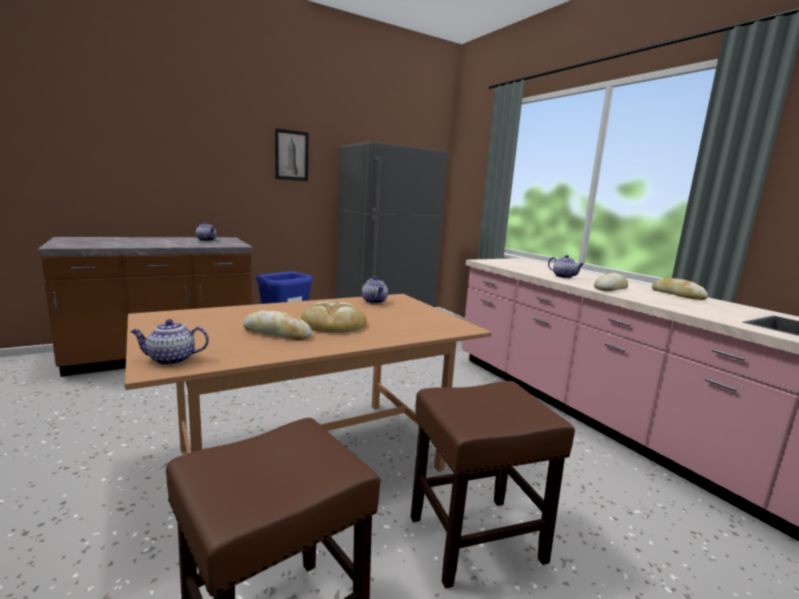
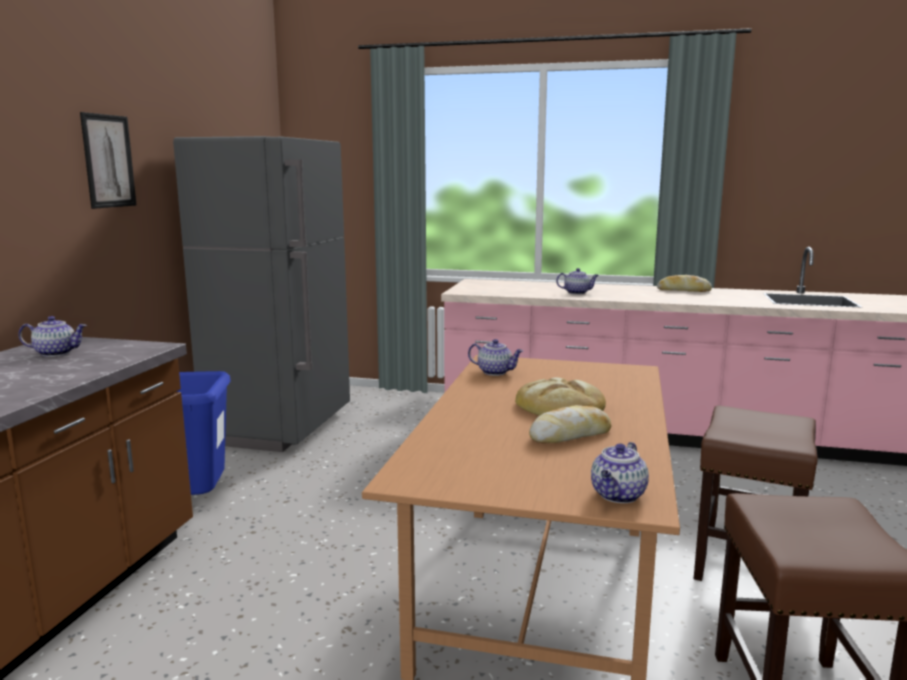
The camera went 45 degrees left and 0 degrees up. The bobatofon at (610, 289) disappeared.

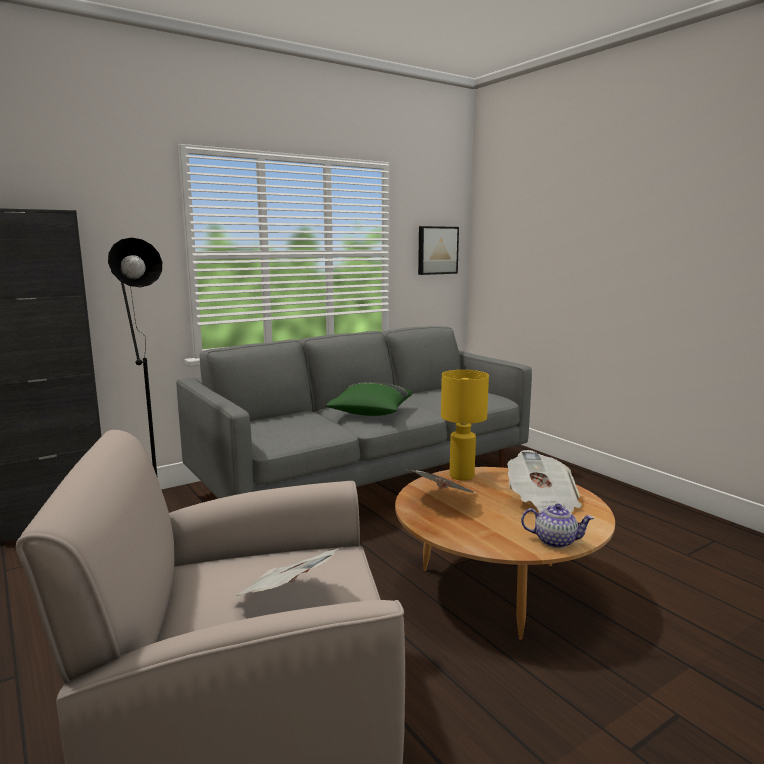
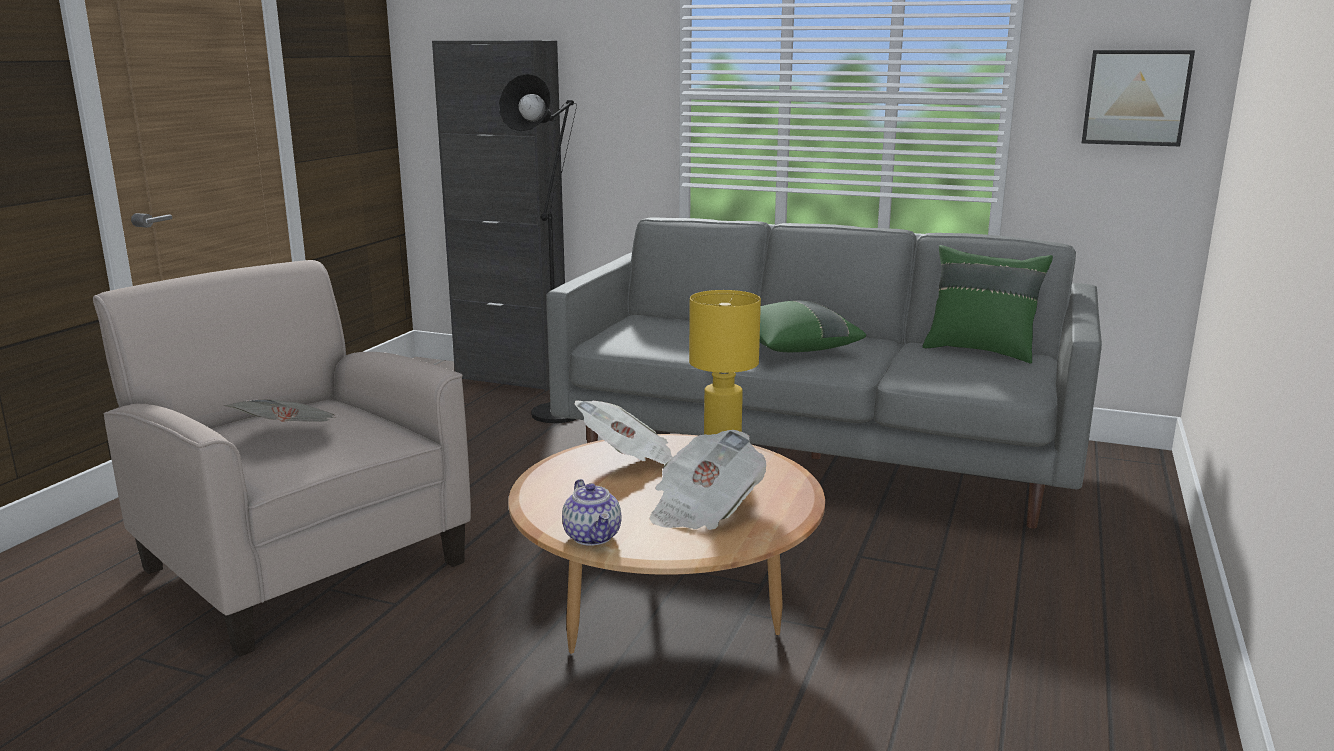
The camera went 55 degrees right and 5 degrees up. The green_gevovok at (980, 350) appeared.

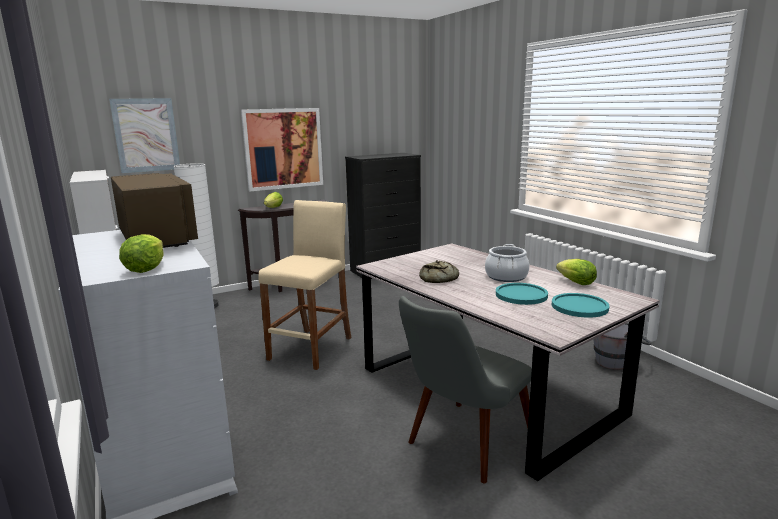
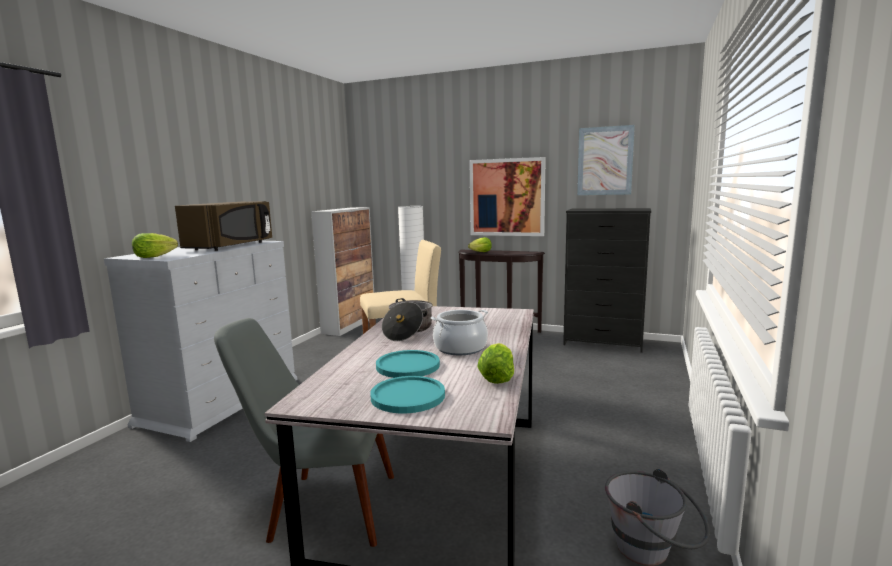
The camera went 50 degrees right and 5 degrees down. The bobatofon at (439, 278) was replaced by the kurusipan at (408, 331). The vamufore moved from (146, 135) to (605, 161).

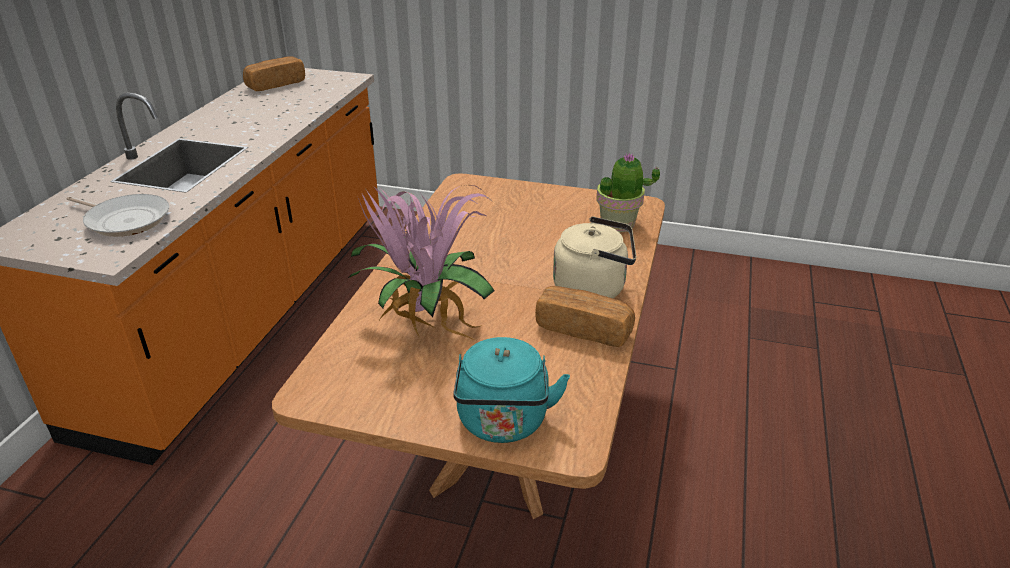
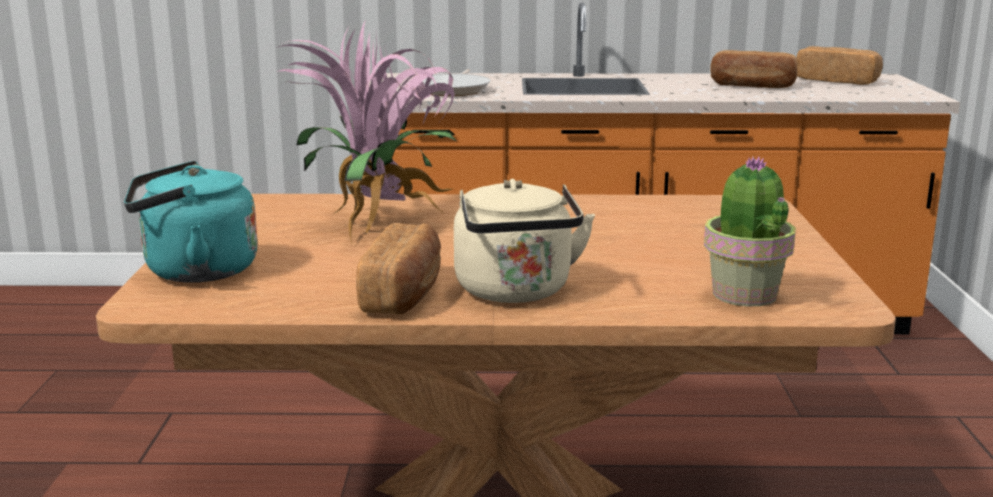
The camera went 75 degrees right and 15 degrees down. The bobatofon at (752, 86) appeared.

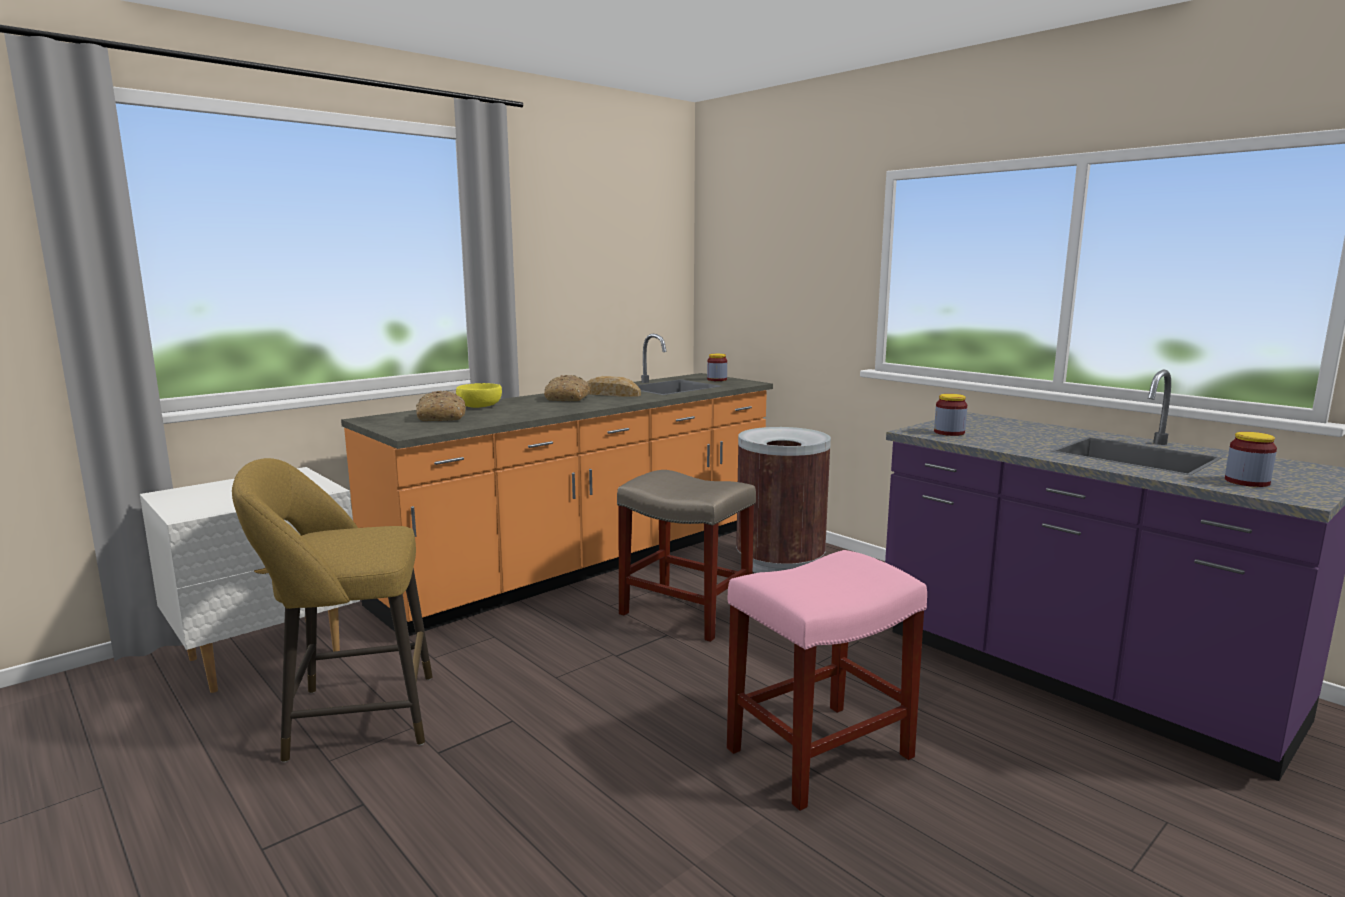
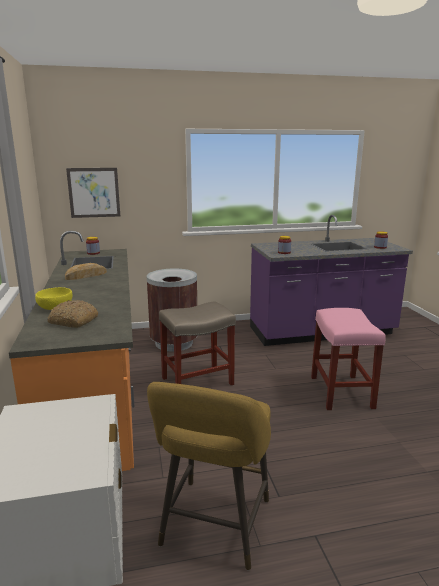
The camera went 60 degrees left and 5 degrees up. The vamufore at (94, 192) appeared. The bobatofon at (567, 398) disappeared.

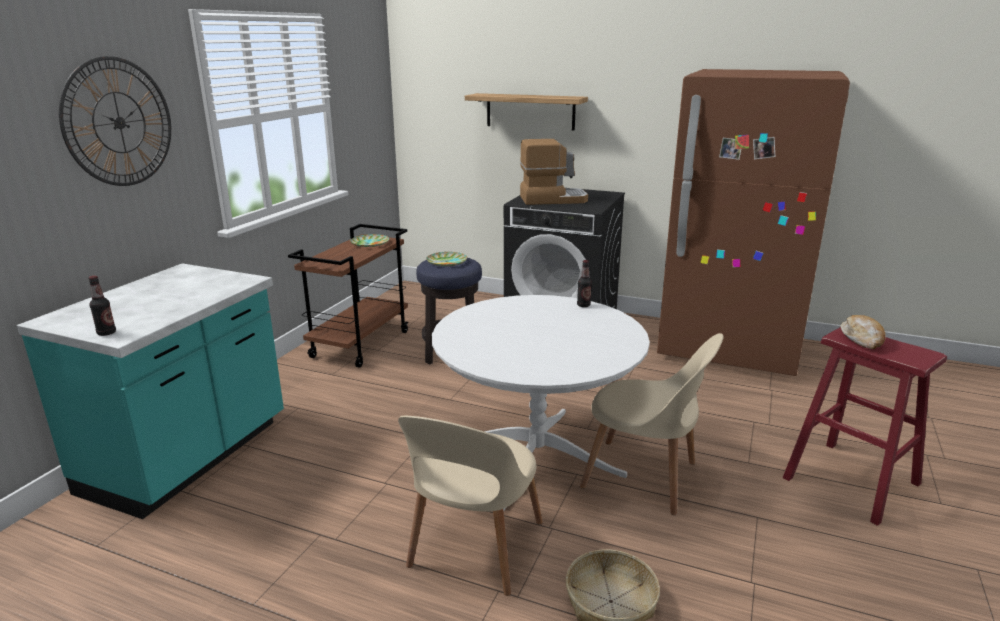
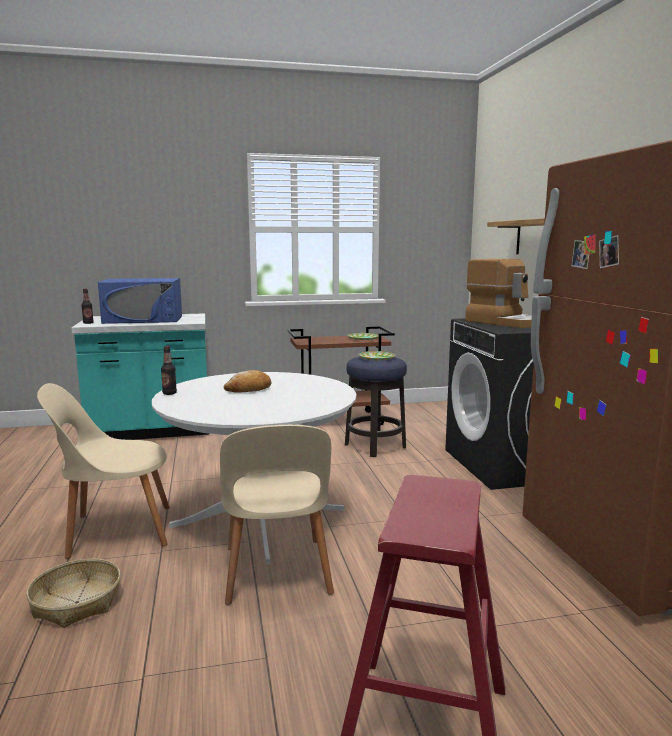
The camera went 55 degrees right and 10 degrees down. The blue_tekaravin at (143, 319) appeared. The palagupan moved from (583, 305) to (169, 393). The bobatofon moved from (862, 339) to (249, 389). The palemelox at (119, 122) disappeared.

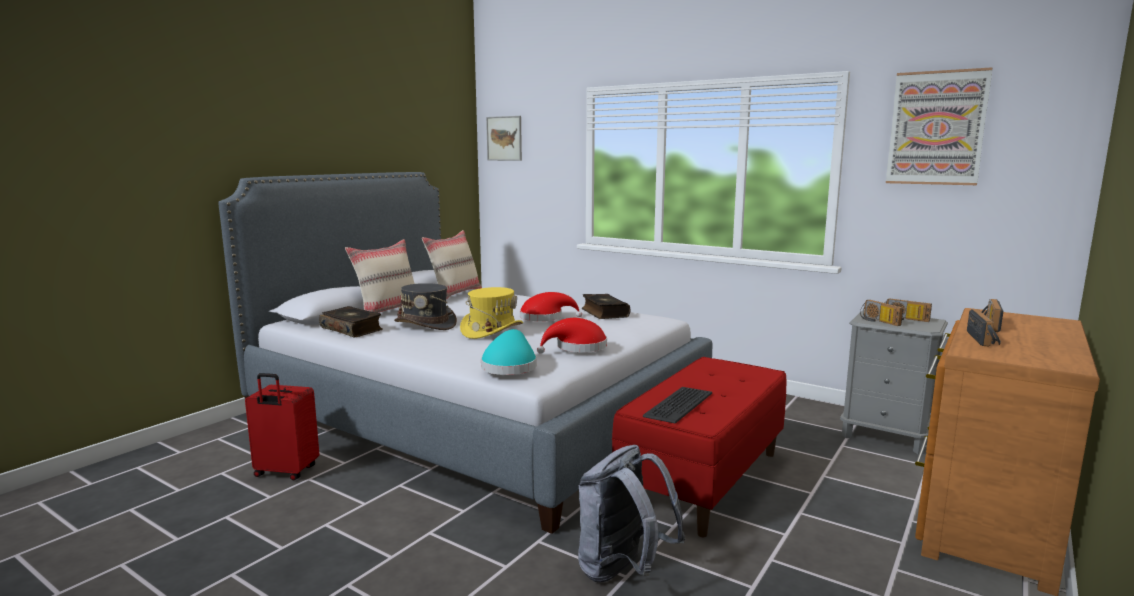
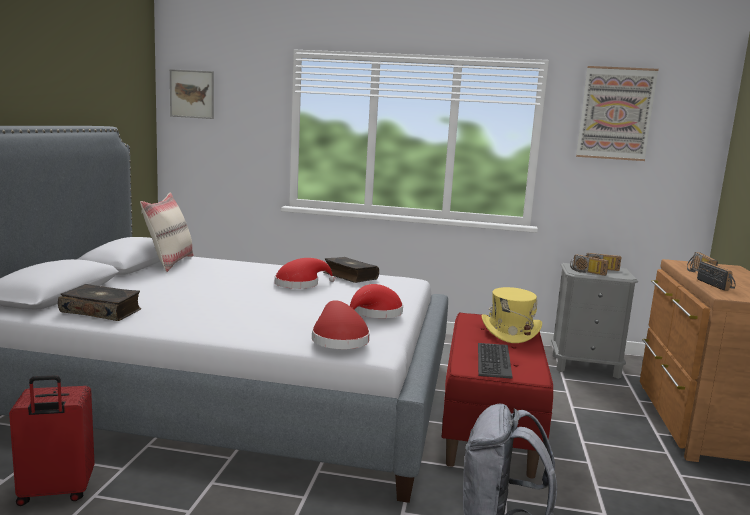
The camera went 25 degrees left and 0 degrees up. The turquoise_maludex at (509, 366) became the red_maludex at (338, 339). The yellow_maludex moved from (491, 330) to (510, 332). The beige_gevovok at (388, 310) disappeared. The grey_maludex at (426, 324) disappeared.

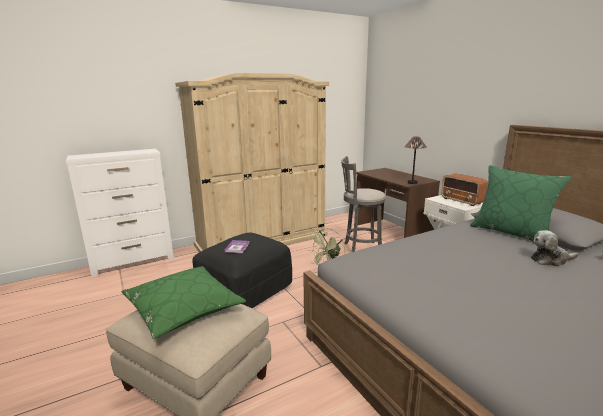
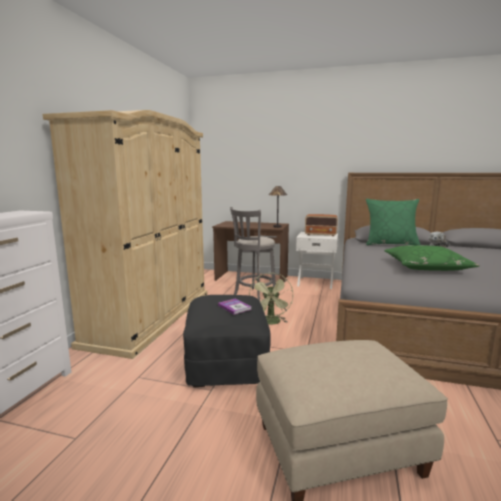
The camera went 45 degrees left and 5 degrees down. The green_gevovok moved from (184, 308) to (426, 267).

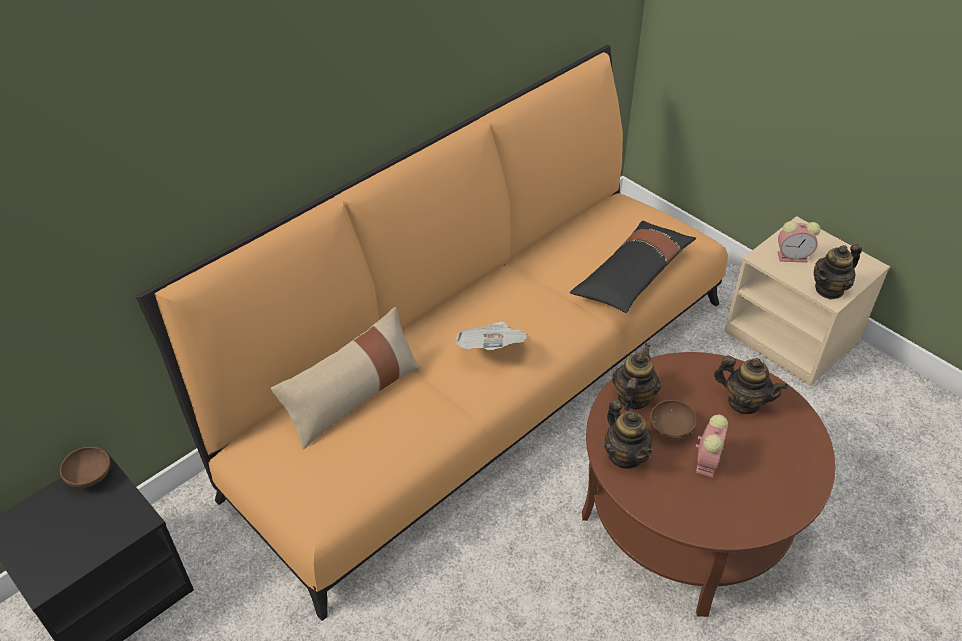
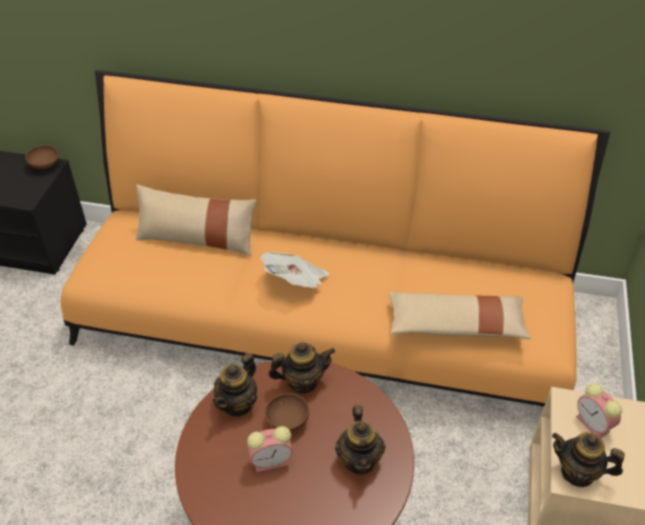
The camera went 55 degrees right and 0 degrees up. The black_gevovok at (632, 276) became the beige_gevovok at (456, 325).

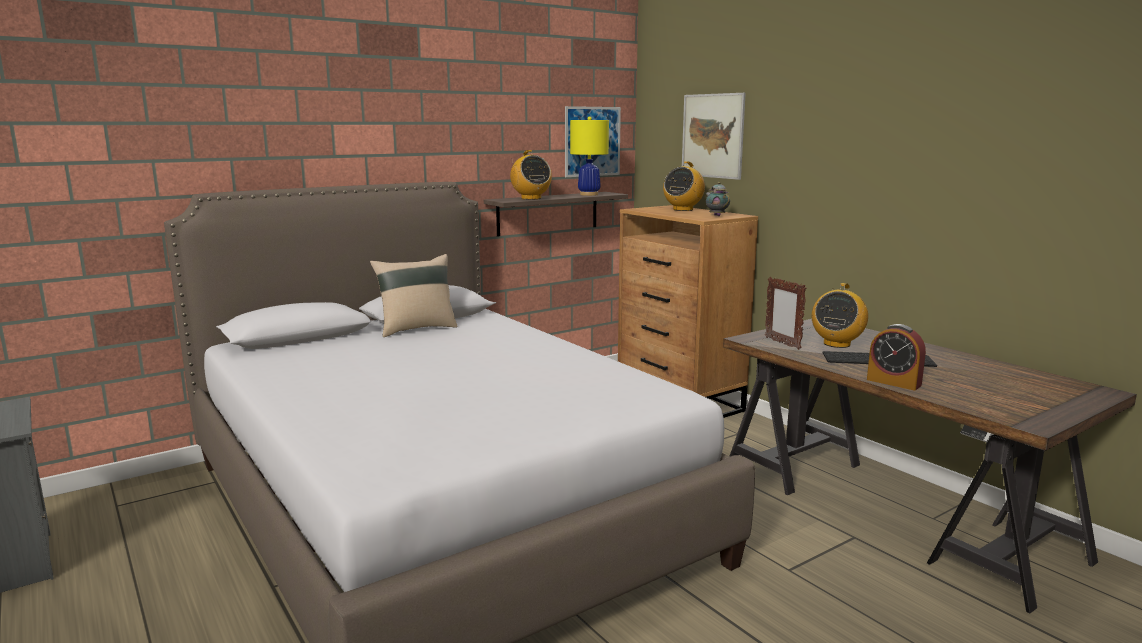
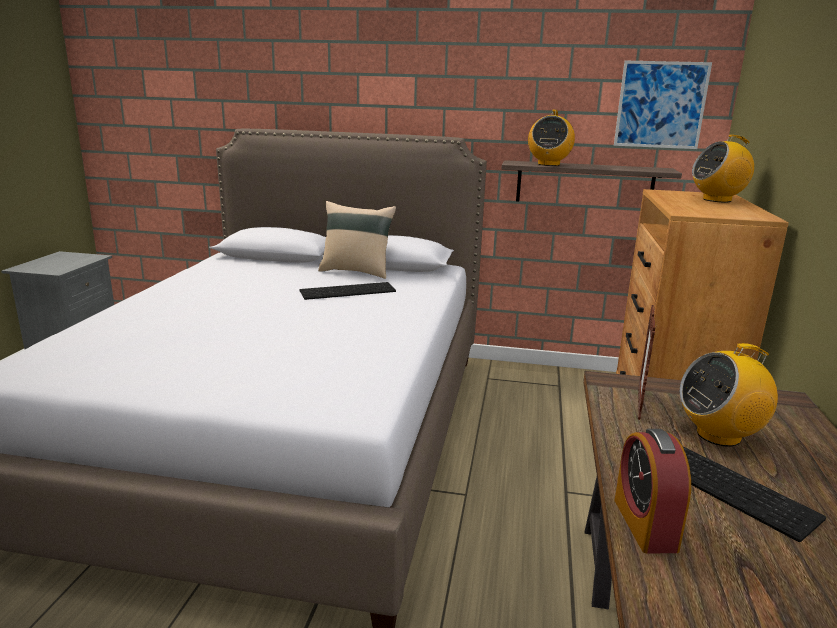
The camera went 45 degrees right and 5 degrees up. The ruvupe at (348, 290) appeared. The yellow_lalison at (589, 194) disappeared. The vamufore at (712, 136) disappeared. The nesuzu at (716, 215) disappeared.

